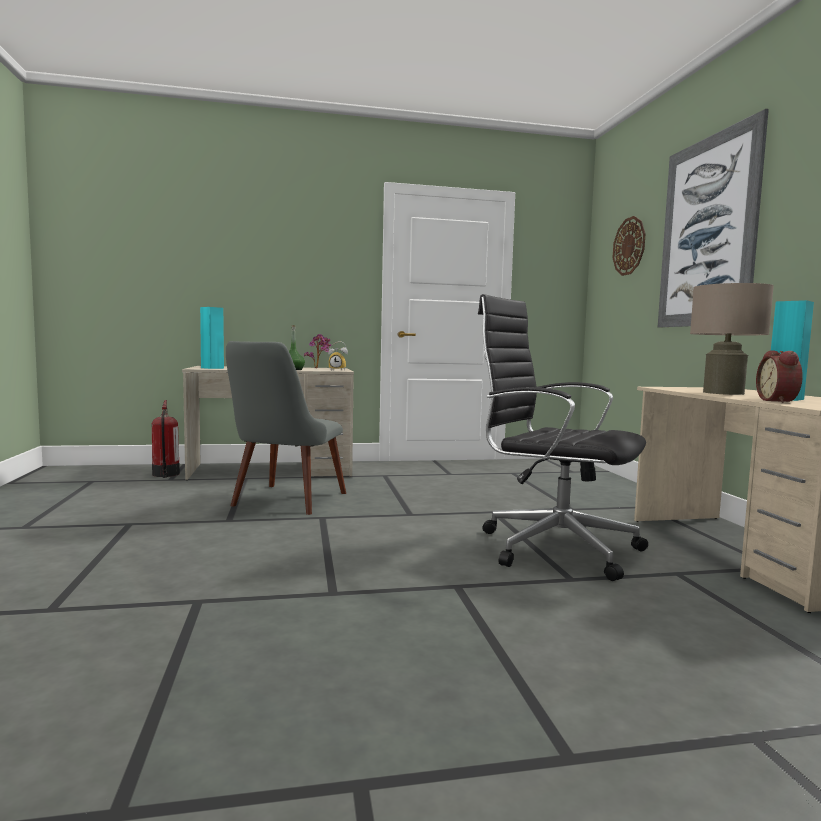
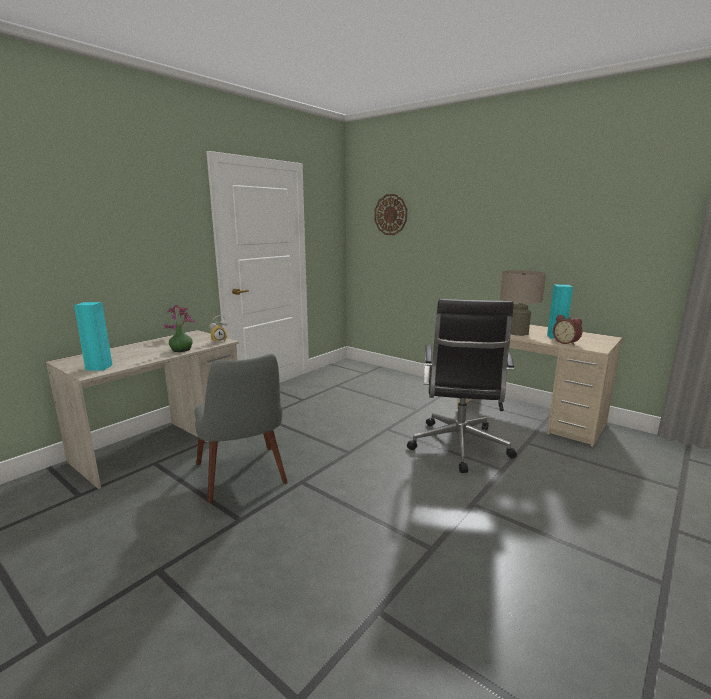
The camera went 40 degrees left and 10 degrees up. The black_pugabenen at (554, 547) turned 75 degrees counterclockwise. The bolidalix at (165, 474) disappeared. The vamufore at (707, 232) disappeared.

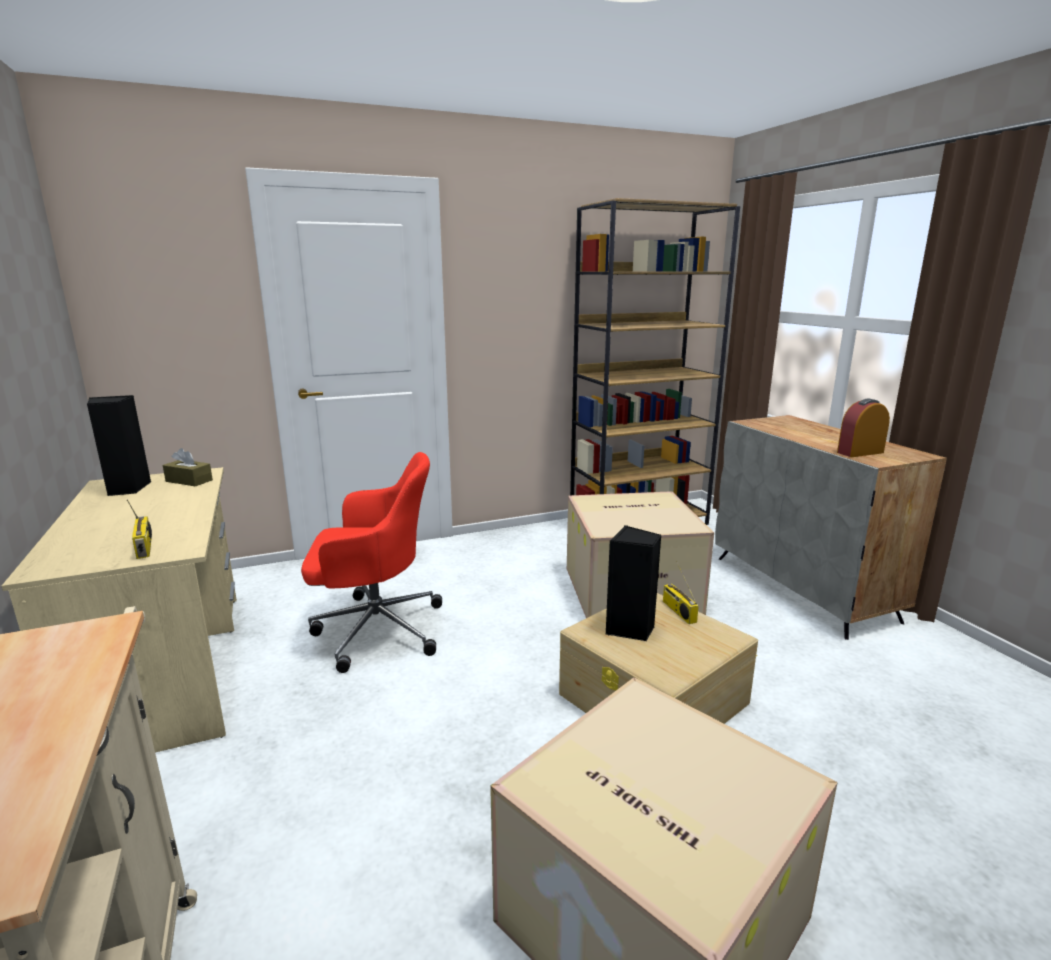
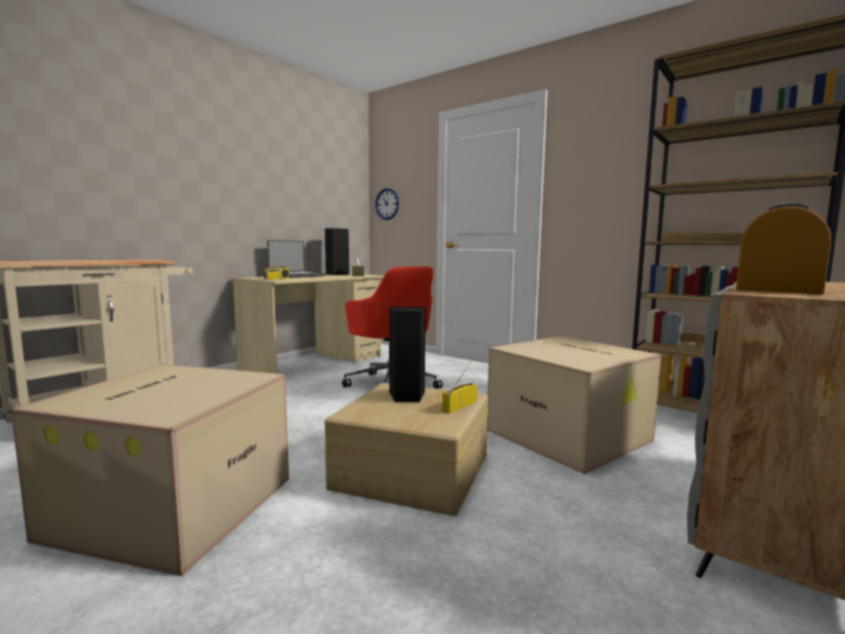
The camera went 60 degrees right and 10 degrees down. The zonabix at (296, 276) appeared. The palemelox at (387, 204) appeared.

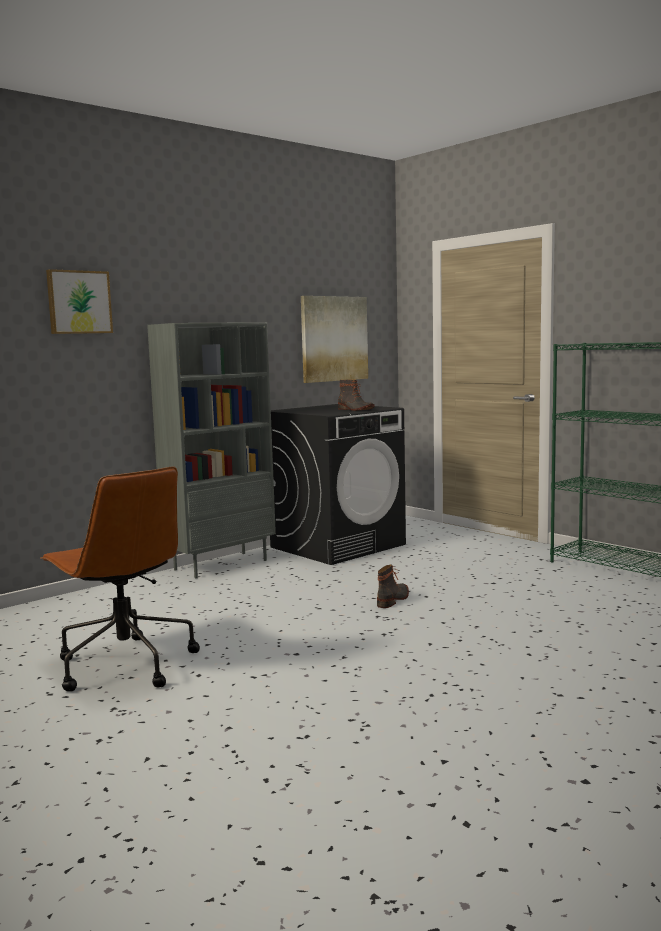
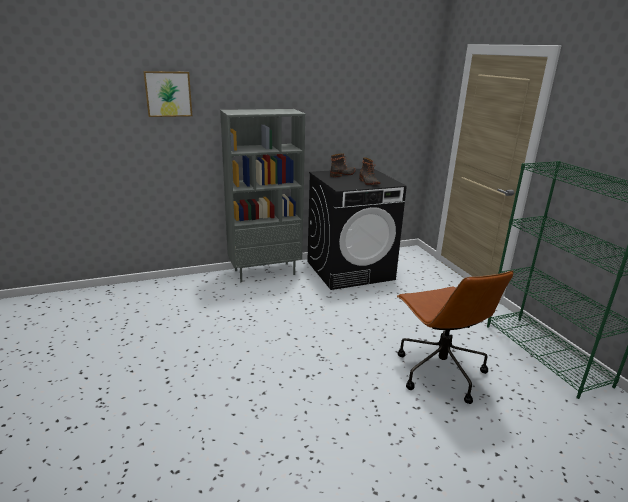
The camera went 20 degrees right and 15 degrees up. The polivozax moved from (393, 599) to (343, 174). The brown_pugabenen moved from (124, 664) to (439, 371). The vamufore at (334, 339) disappeared.

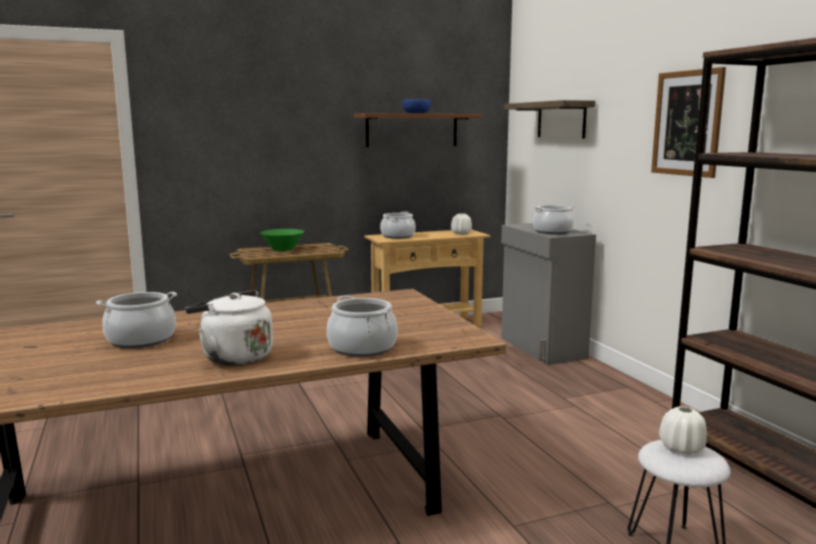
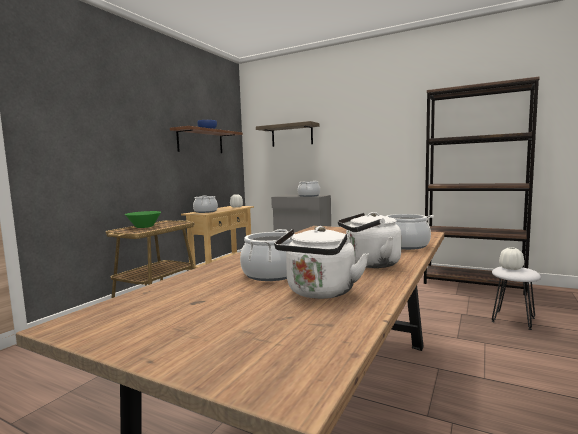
The camera went 40 degrees left and 5 degrees down. The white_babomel at (319, 293) appeared. The vamufore at (687, 123) disappeared.

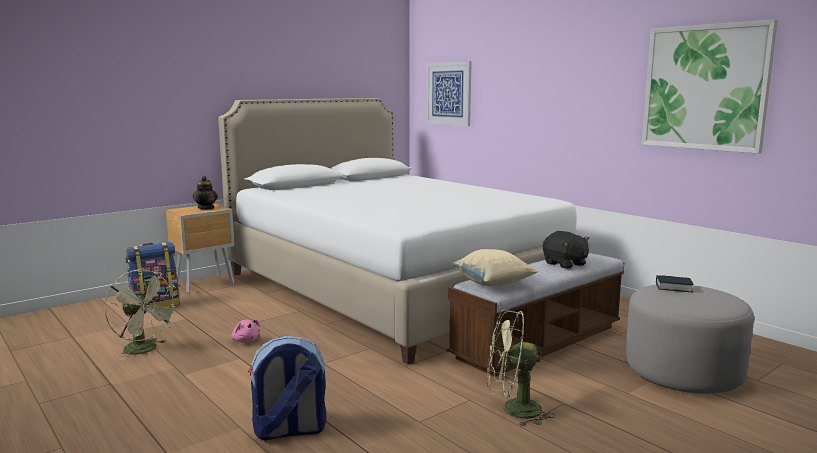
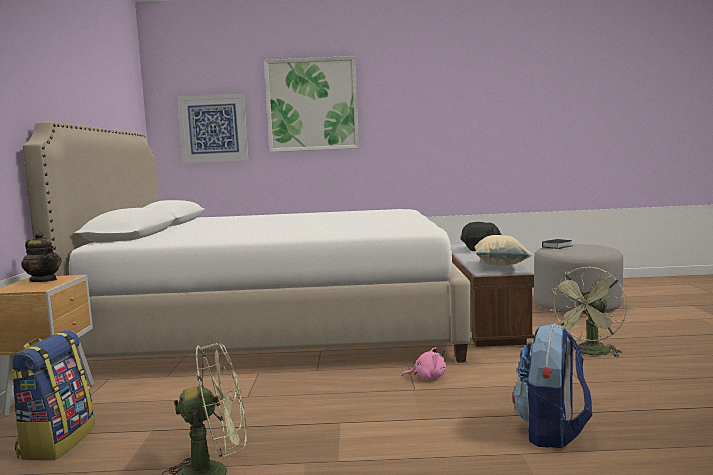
The camera went 50 degrees left and 5 degrees down. The vamufore moved from (705, 87) to (312, 104). The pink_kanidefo moved from (246, 340) to (428, 377).

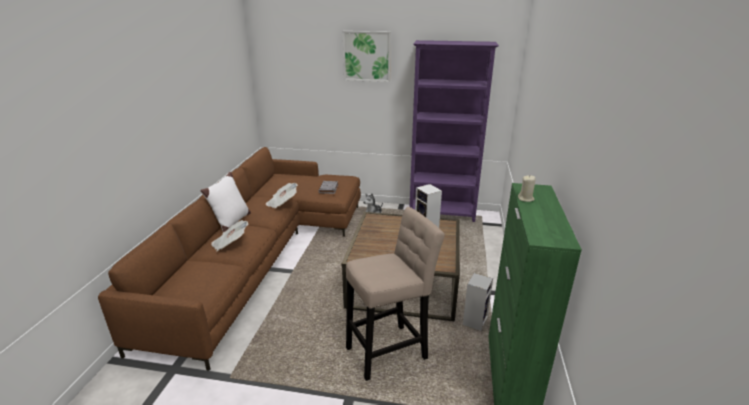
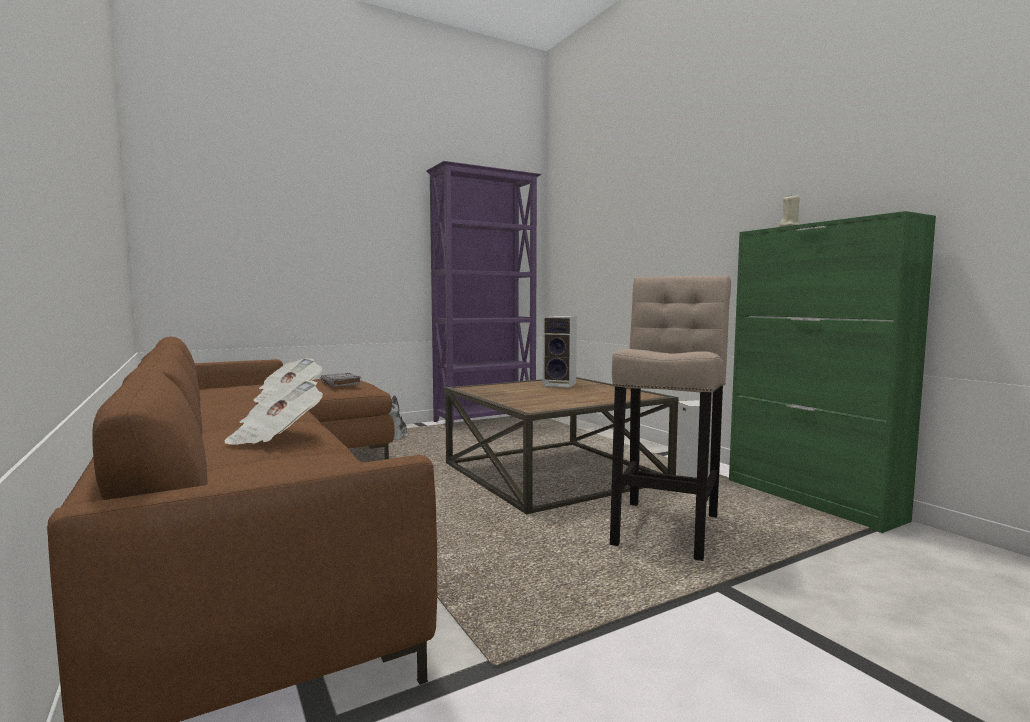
The camera went 40 degrees left and 20 degrees down. The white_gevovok at (231, 222) disappeared. The vamufore at (367, 56) disappeared.

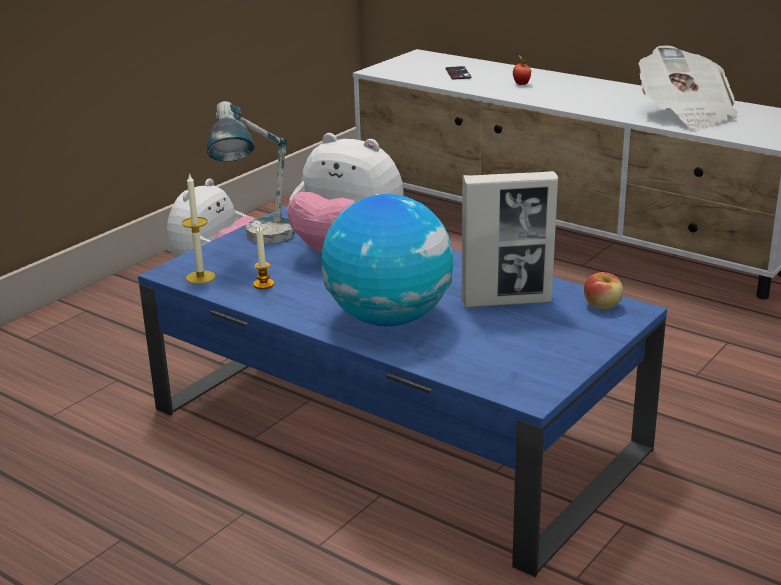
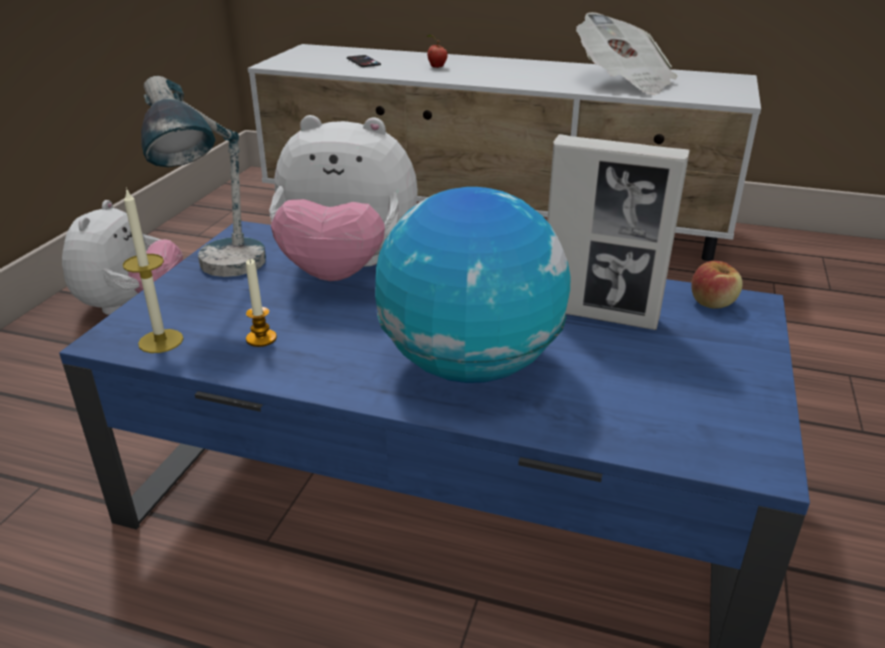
The camera went 20 degrees left and 5 degrees up. The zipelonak at (506, 302) turned 45 degrees clockwise.

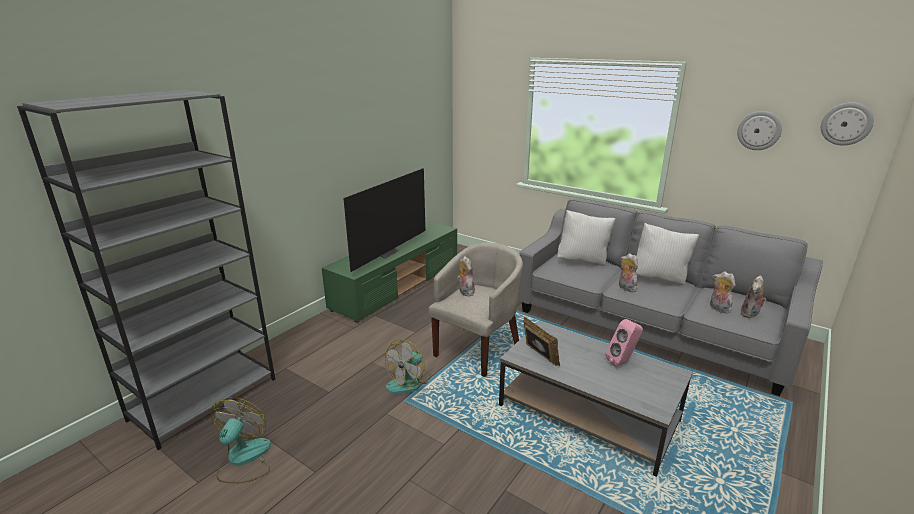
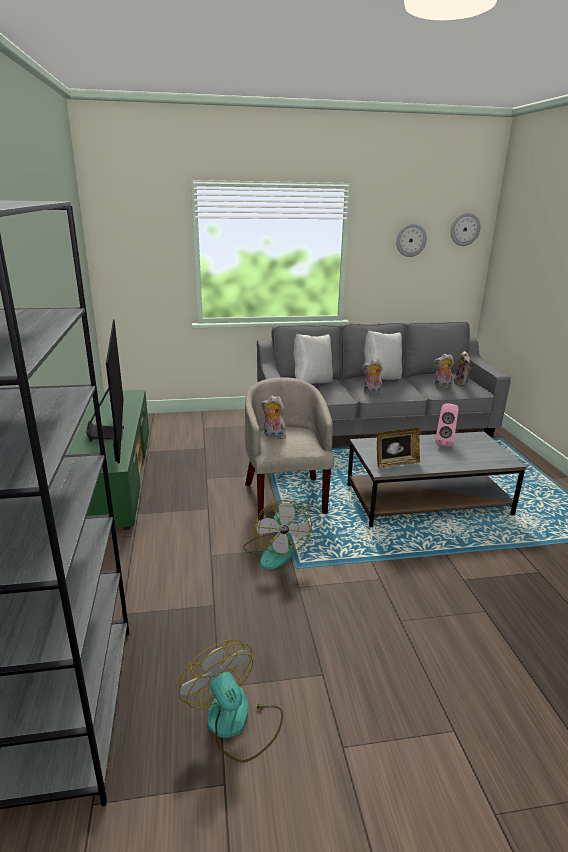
The camera went 45 degrees left and 0 degrees up. The zipelonak at (539, 357) turned 150 degrees clockwise.

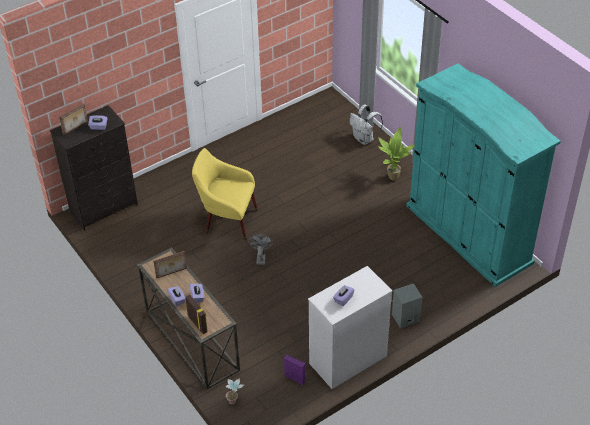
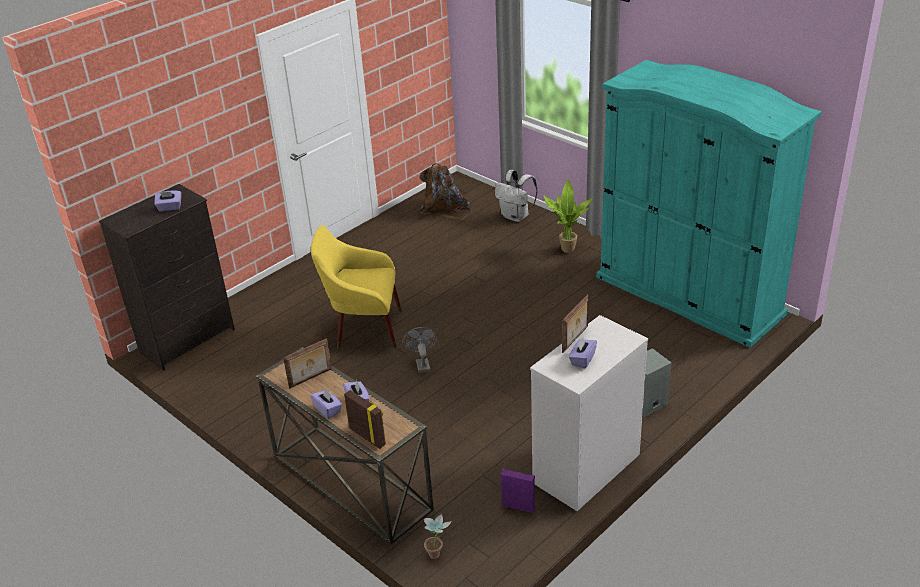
The camera went 10 degrees left and 10 degrees down. The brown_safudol at (445, 209) appeared. The zipelonak moved from (76, 128) to (576, 339).

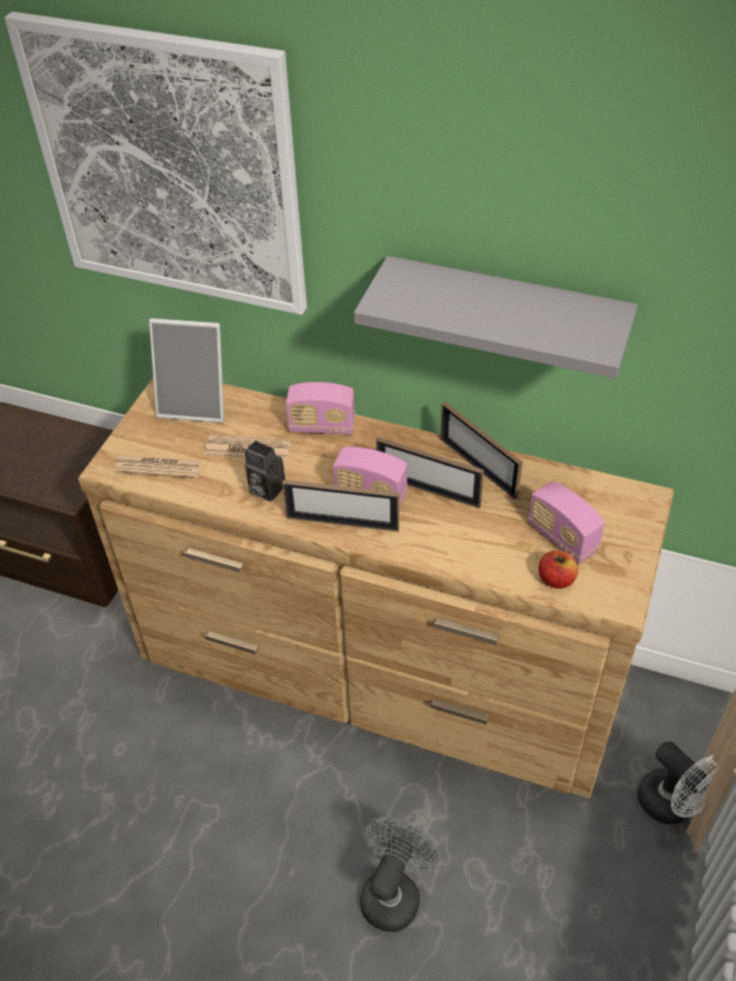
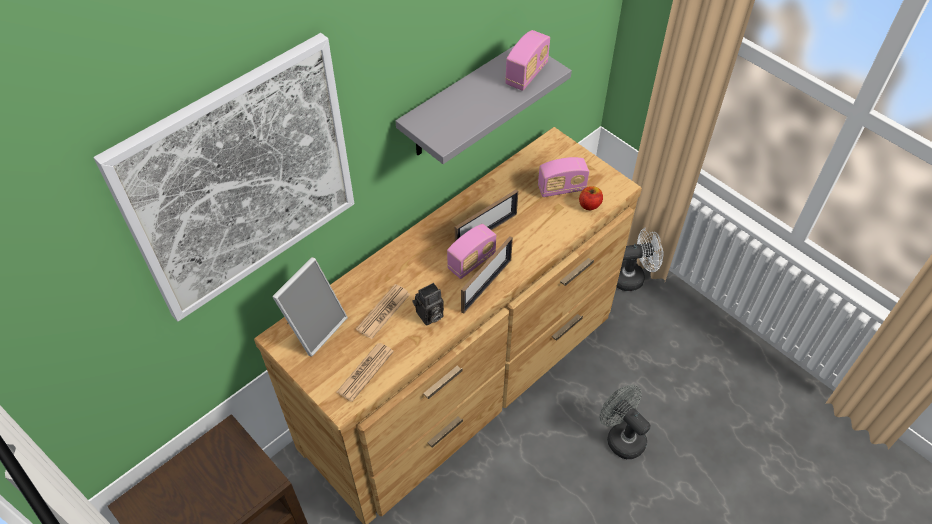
The camera went 65 degrees left and 5 degrees up. The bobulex moved from (322, 426) to (526, 74). The zipelonak at (478, 467) disappeared.

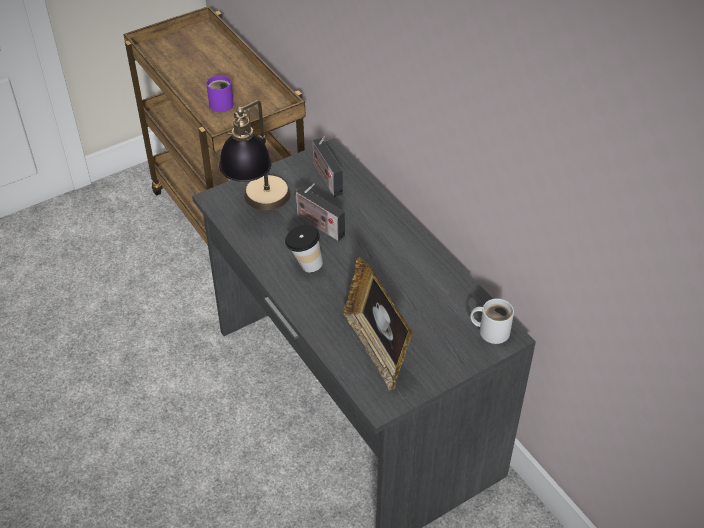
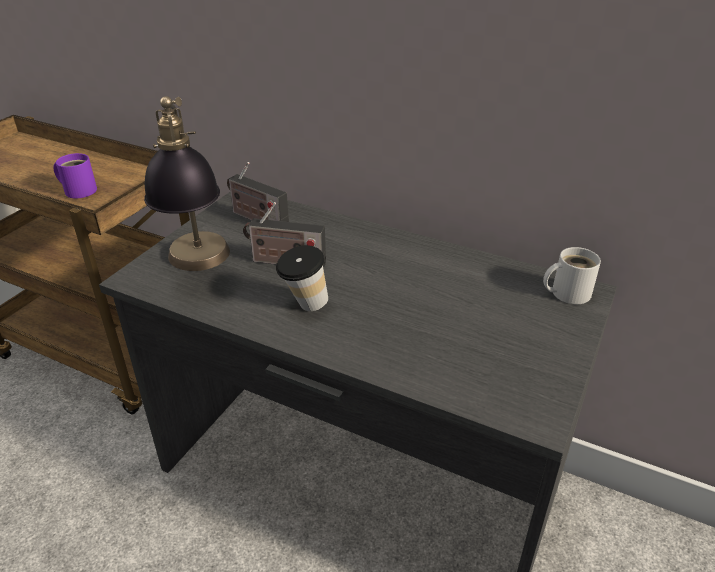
The camera went 30 degrees left and 10 degrees down. The zipelonak at (377, 349) disappeared.

